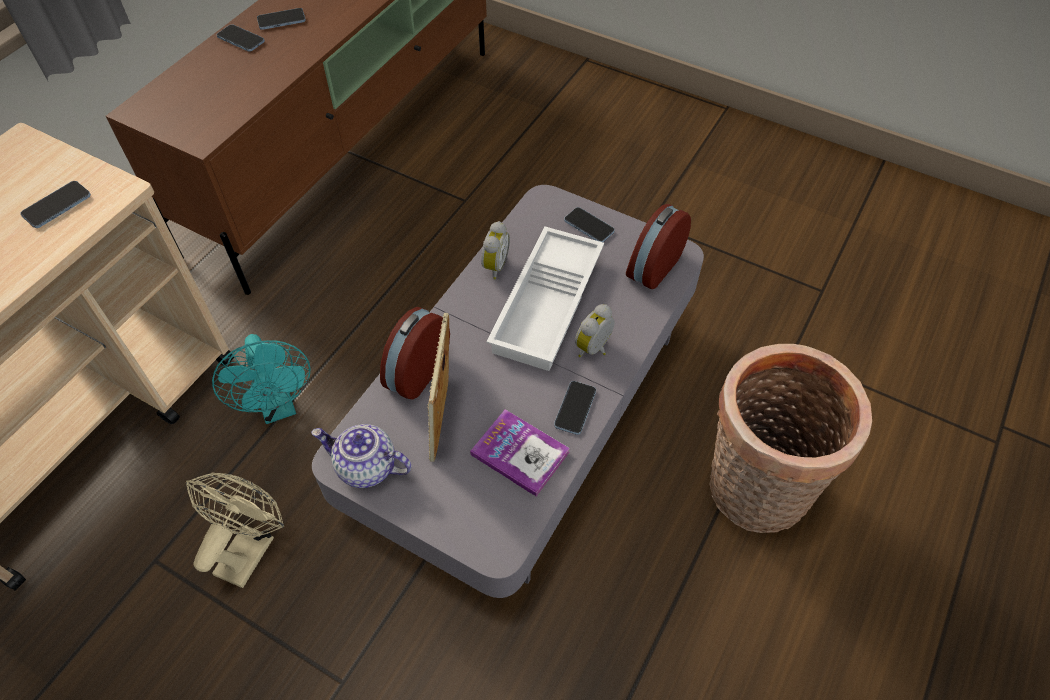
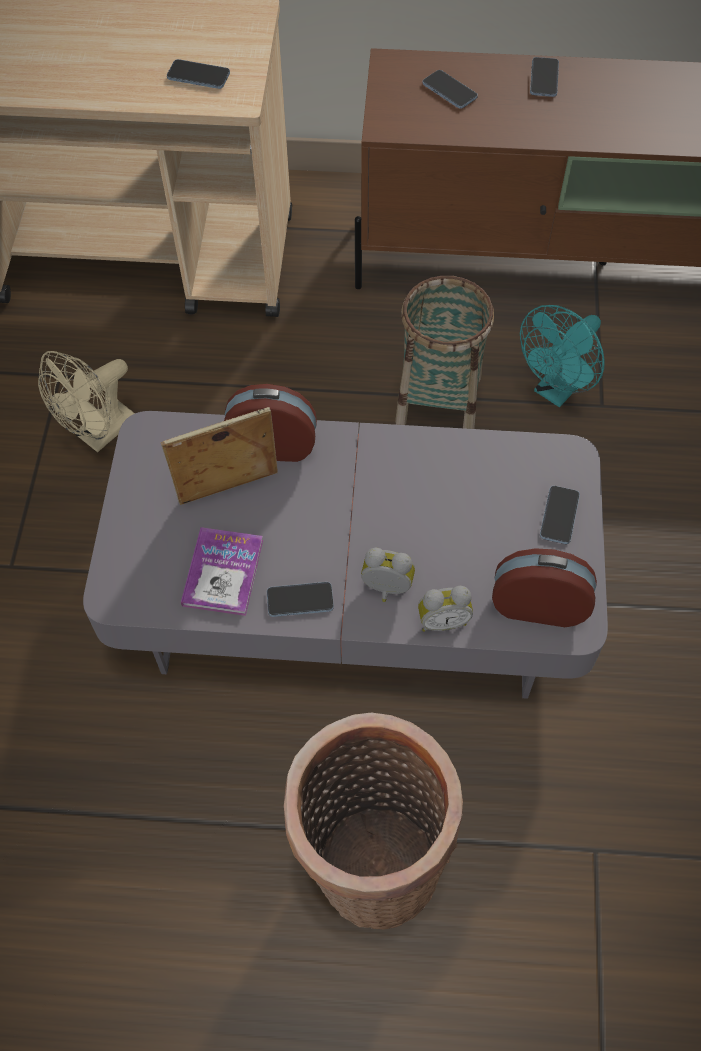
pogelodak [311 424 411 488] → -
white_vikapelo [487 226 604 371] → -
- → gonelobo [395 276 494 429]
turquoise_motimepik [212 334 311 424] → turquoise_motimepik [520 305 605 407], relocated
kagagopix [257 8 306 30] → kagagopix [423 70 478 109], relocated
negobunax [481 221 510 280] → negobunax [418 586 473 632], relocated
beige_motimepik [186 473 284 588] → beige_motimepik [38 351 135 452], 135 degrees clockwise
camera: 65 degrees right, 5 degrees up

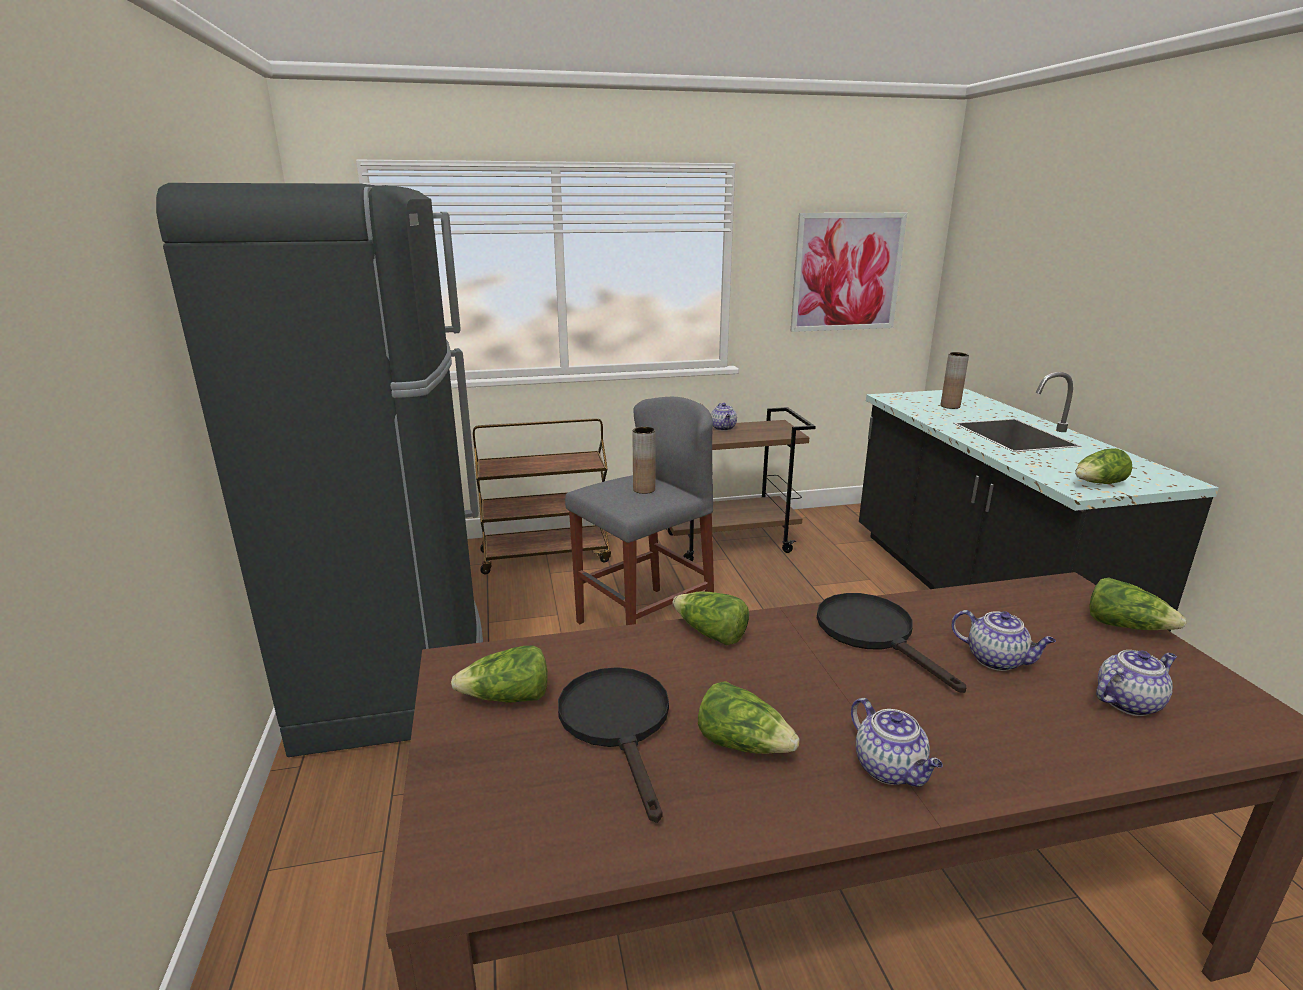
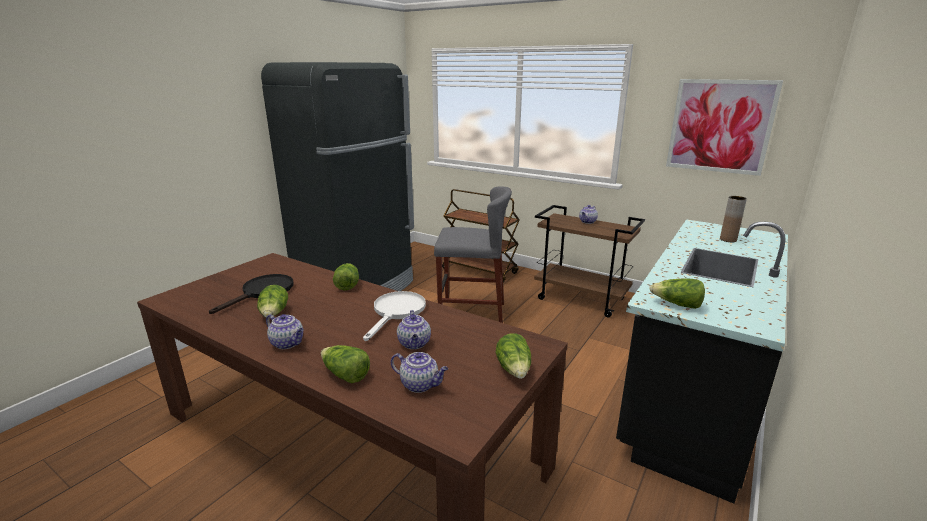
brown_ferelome [632 427 655 494] → -
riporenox [451 646 548 703] → riporenox [321 345 370 383], relocated
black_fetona [817 593 966 693] → white_fetona [363 291 426 341]
pogelodak [851 698 943 787] → pogelodak [266 314 304 349], 75 degrees counterclockwise
camera: 45 degrees right, 0 degrees up

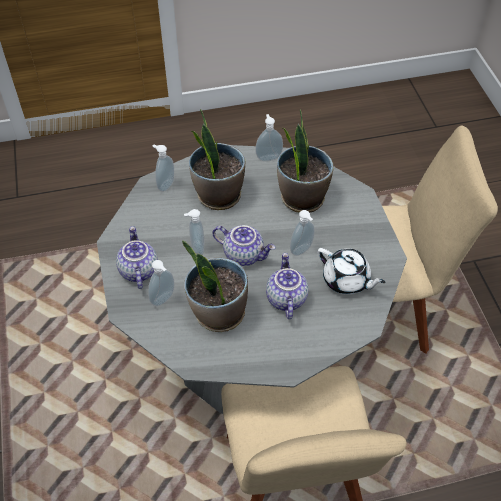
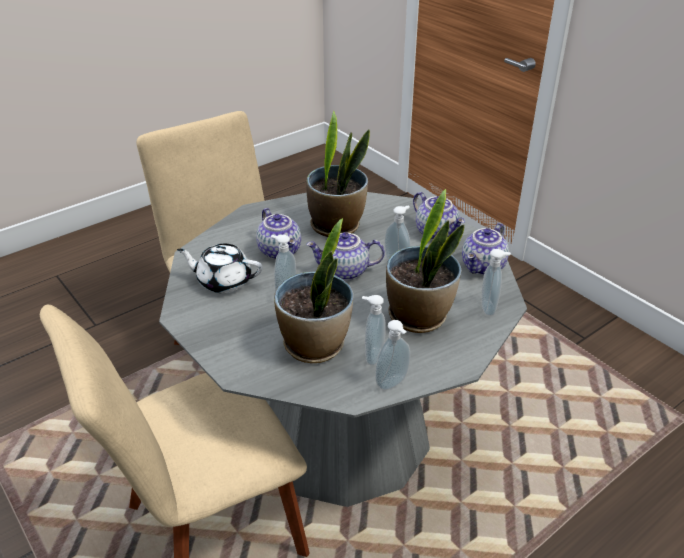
- → pogelodak [462 223 509 276]
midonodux [148 260 175 306] → midonodux [362 295 386 366], relocated
camera: 155 degrees right, 15 degrees down

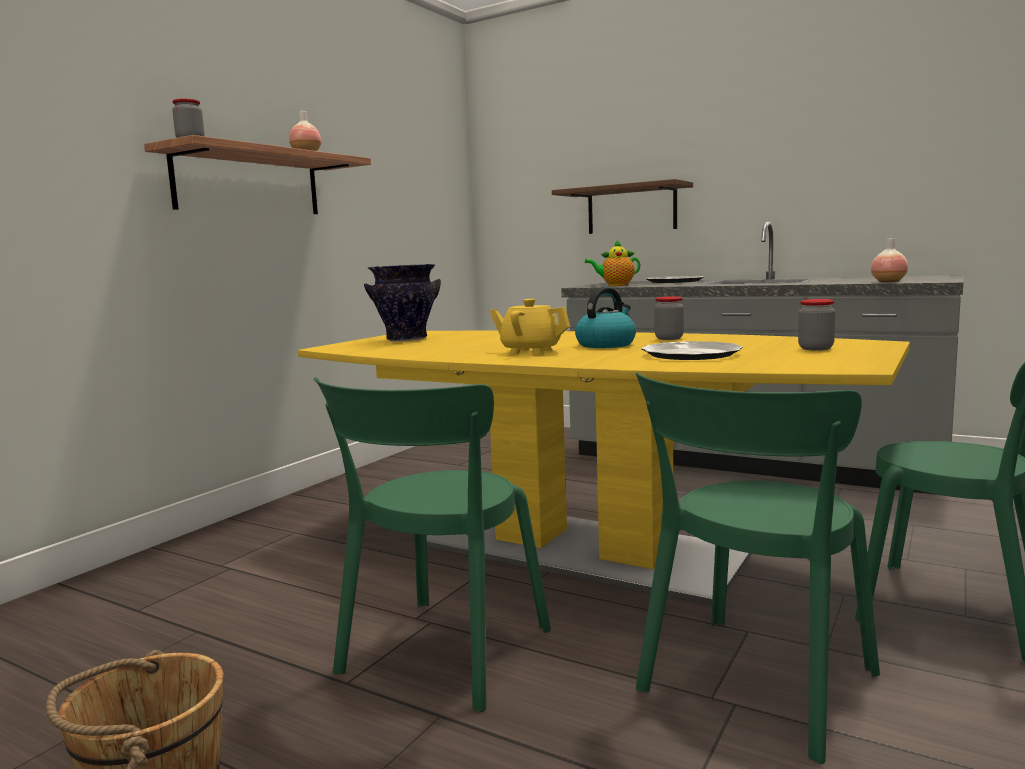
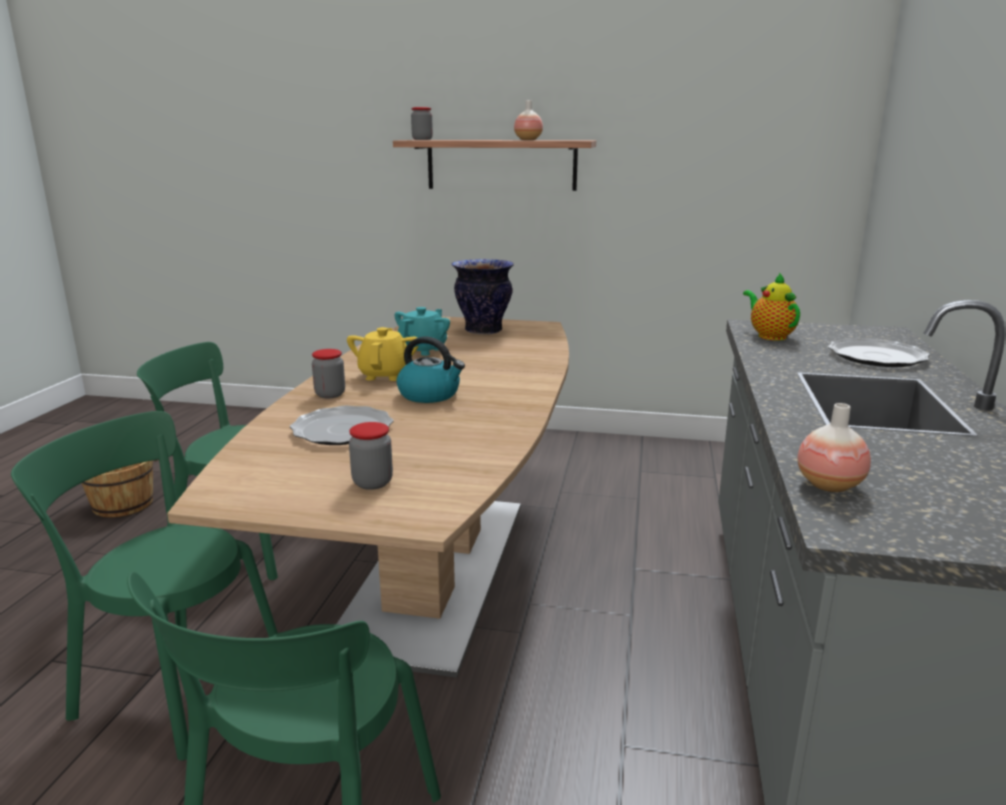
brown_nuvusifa [552 179 693 234] → -
- → turquoise_pogelodak [395 307 450 356]
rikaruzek [654 296 684 340] → rikaruzek [312 349 345 398], relocated
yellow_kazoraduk [298 331 910 605] → brown_kazoraduk [167 316 569 678]
camera: 70 degrees right, 10 degrees up

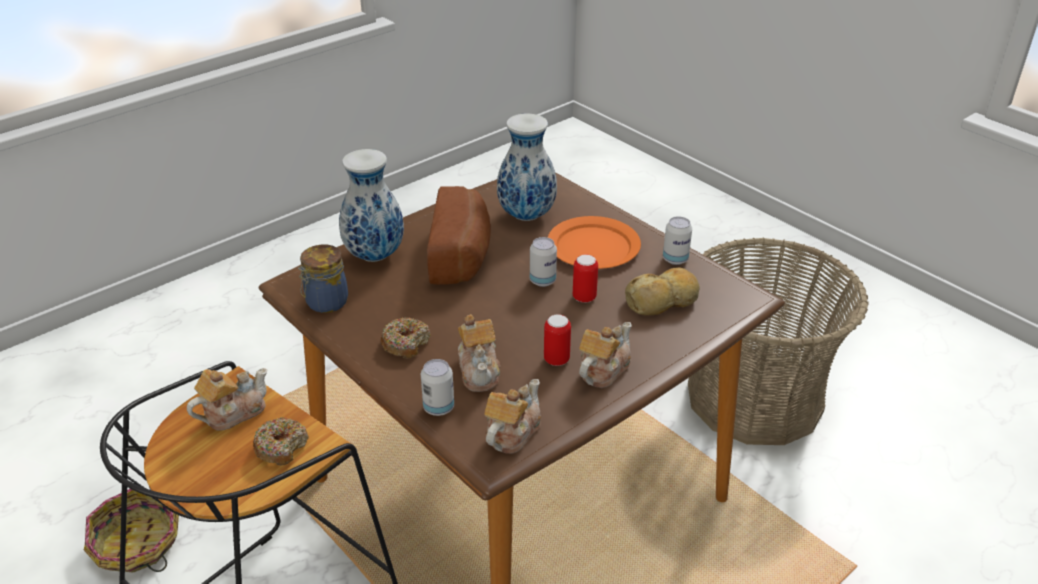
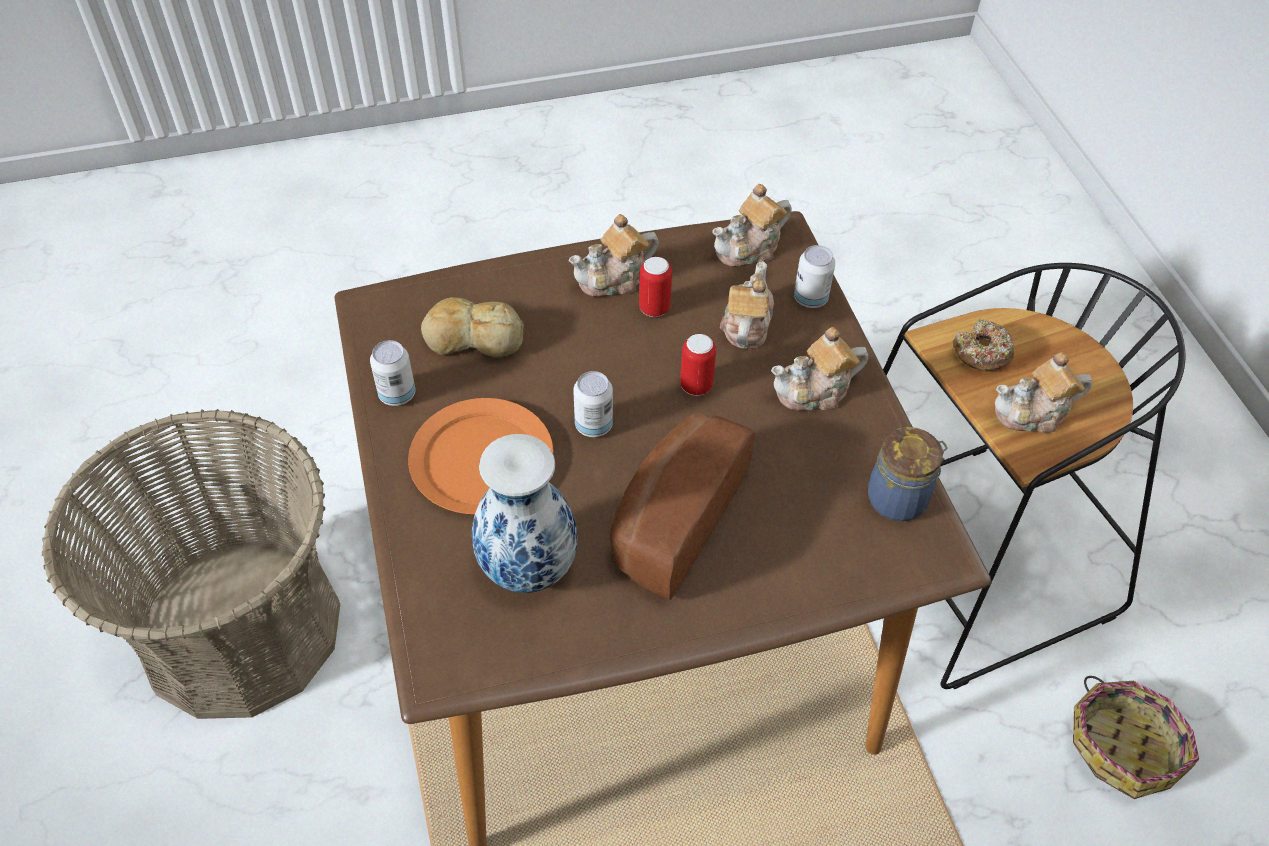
ferelome [339 149 404 262] → -
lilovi [573 254 598 303] → lilovi [680 334 716 396], relocated
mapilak [381 317 431 359] → pogelodak [771 327 868 411]
camera: 155 degrees left, 15 degrees up

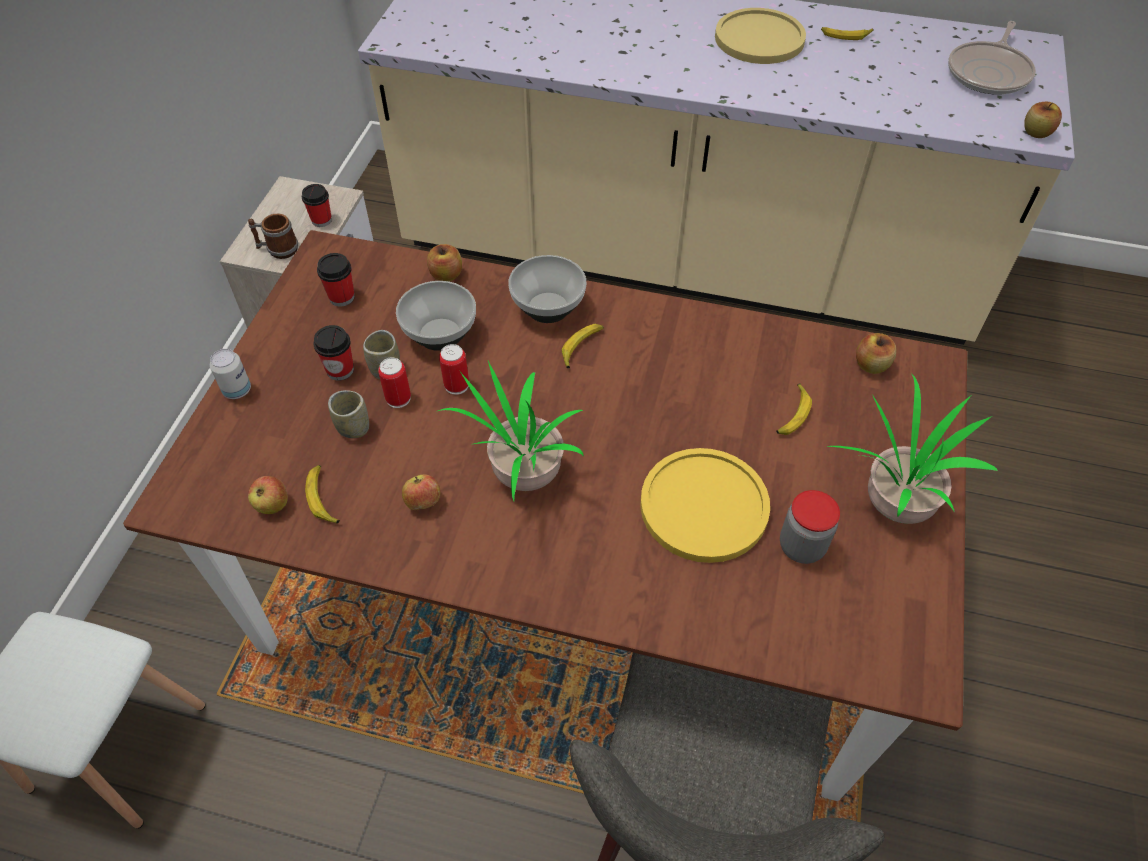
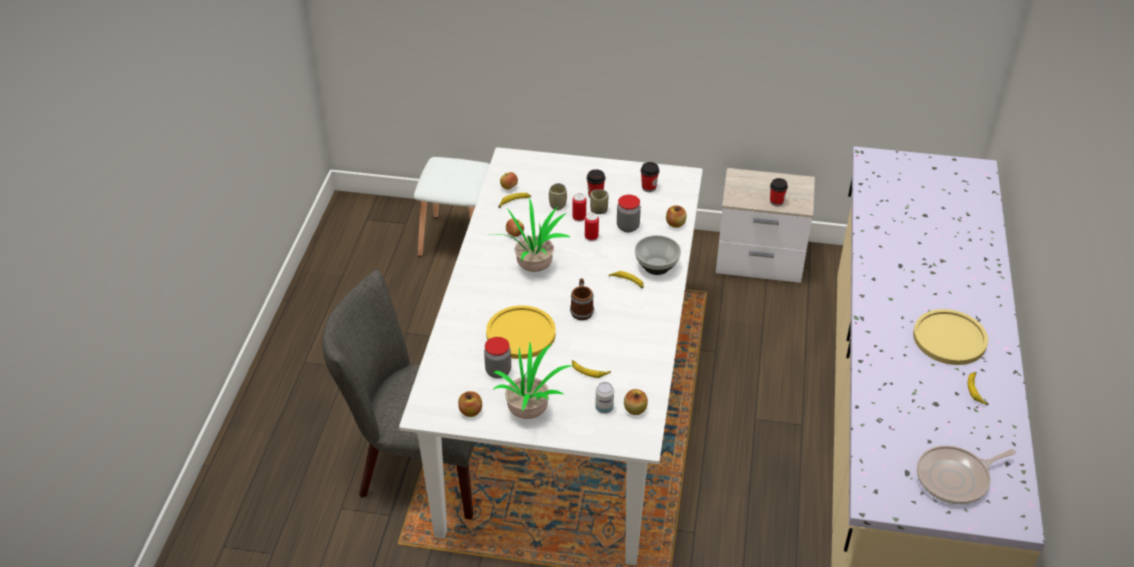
lilovi [210 349 251 399] → lilovi [595 382 614 414], relocated
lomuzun [248 213 298 259] → lomuzun [570 278 594 320], relocated
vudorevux [1024 102 1062 138] → vudorevux [458 391 482 417], relocated
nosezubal [396 281 476 351] → rikaruzek [617 195 641 232]
brown_kazoraduk [123 230 967 801] → white_kazoraduk [399 147 703 566]
fetona [948 21 1036 95] → fetona [917 445 1016 505], 45 degrees counterclockwise
camera: 85 degrees right, 10 degrees down

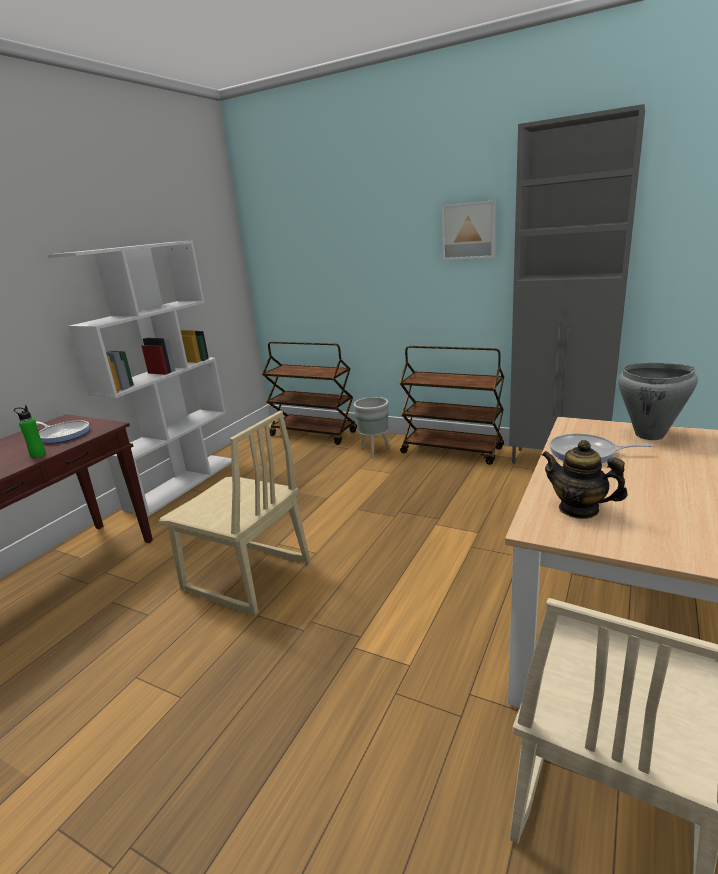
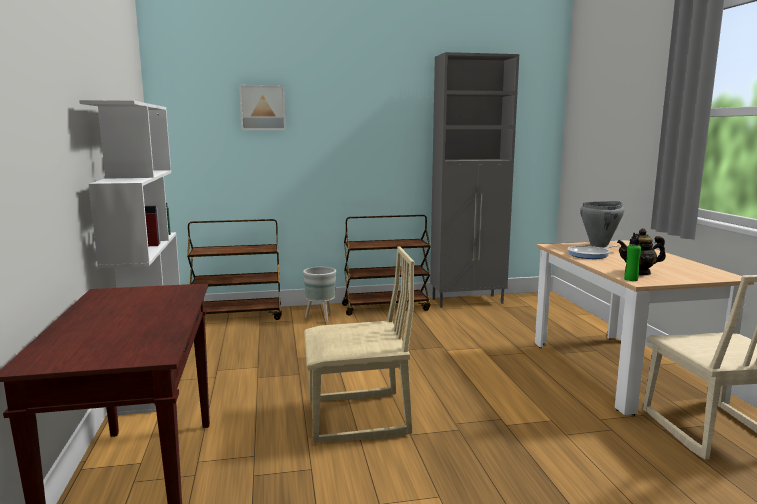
fetona [36 421 89 443] → -
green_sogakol [14 405 46 458] → green_sogakol [624 233 641 281], relocated
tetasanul [442 200 496 260] → tetasanul [239 85 286 130], relocated
camera: 40 degrees left, 10 degrees down

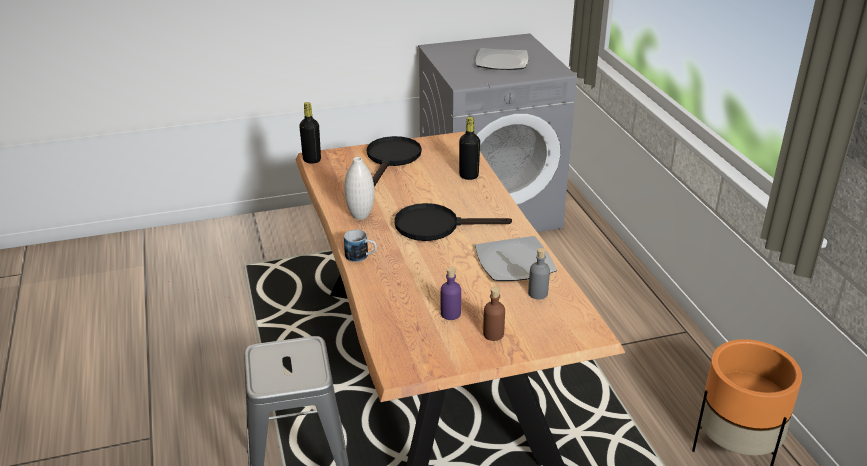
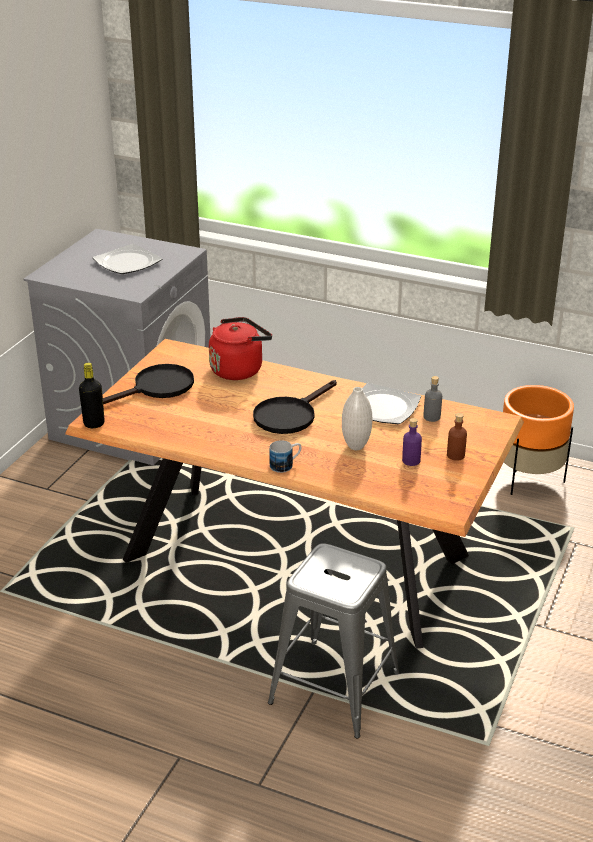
white_ferelome [344 157 374 220] → white_ferelome [342 387 372 450], relocated
black_sogakol [459 117 480 180] → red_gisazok [209 317 272 380]
black_fetona [367 136 422 187] → black_fetona [103 364 194 404], 90 degrees clockwise
camera: 50 degrees left, 0 degrees up

